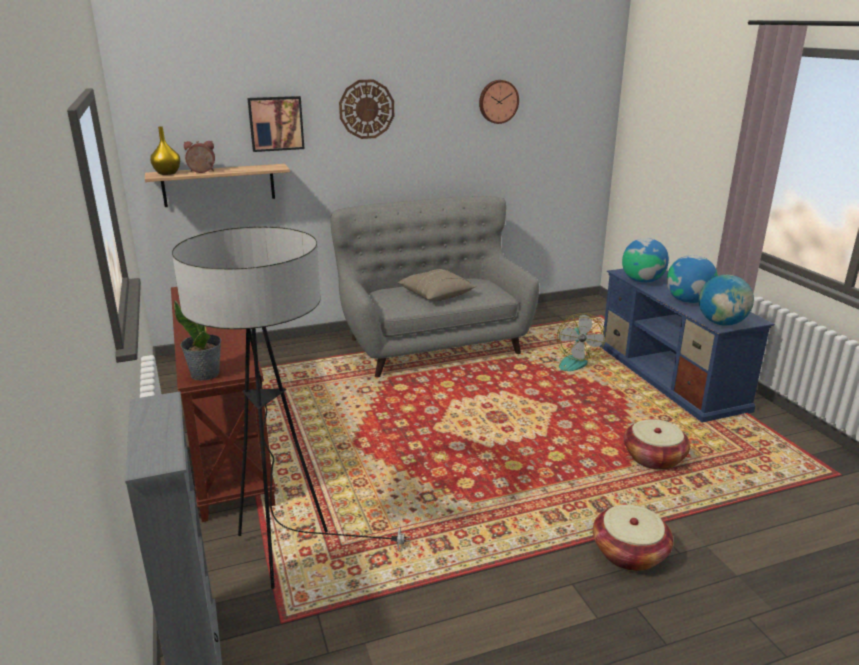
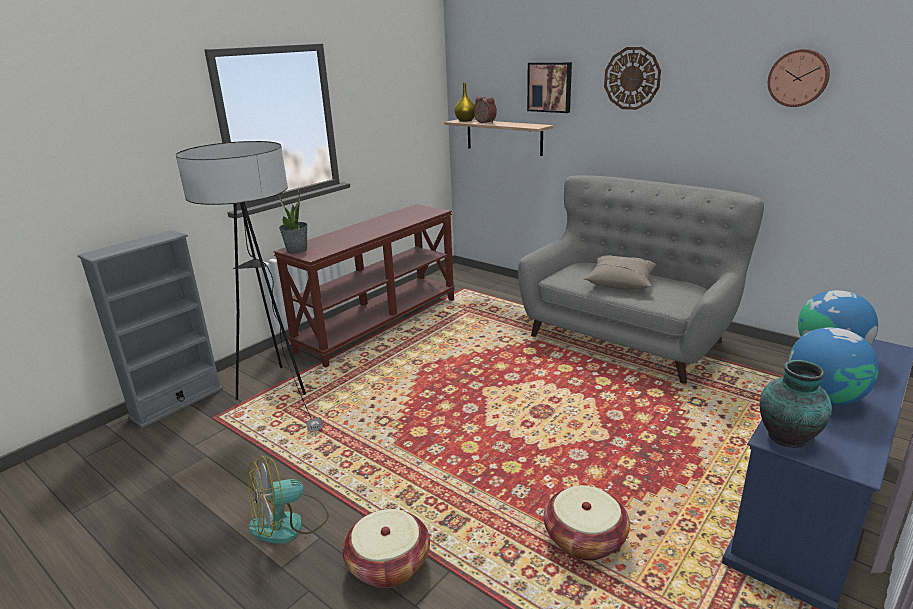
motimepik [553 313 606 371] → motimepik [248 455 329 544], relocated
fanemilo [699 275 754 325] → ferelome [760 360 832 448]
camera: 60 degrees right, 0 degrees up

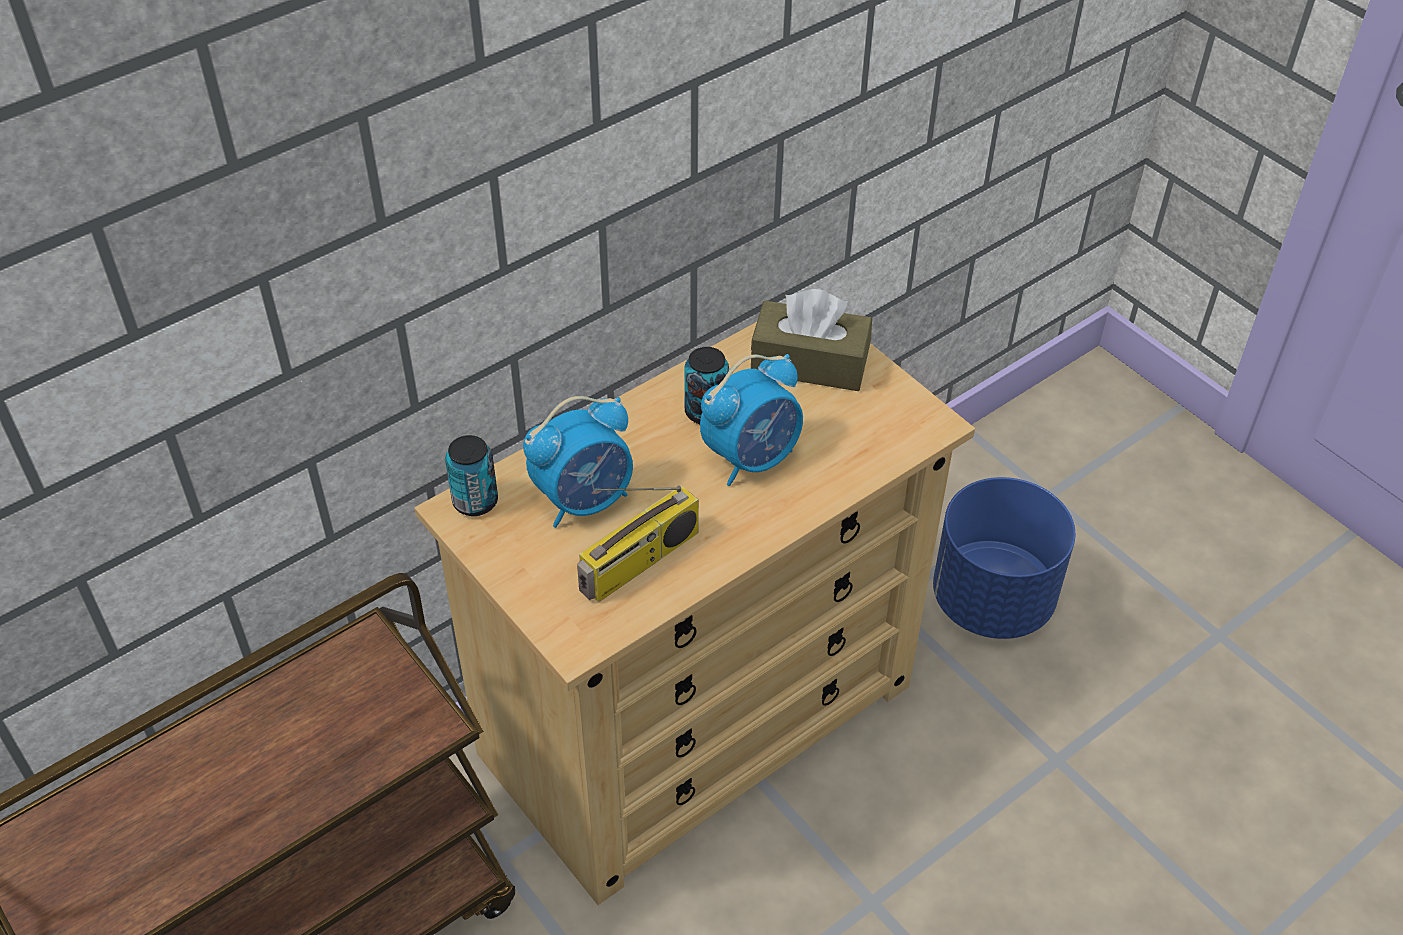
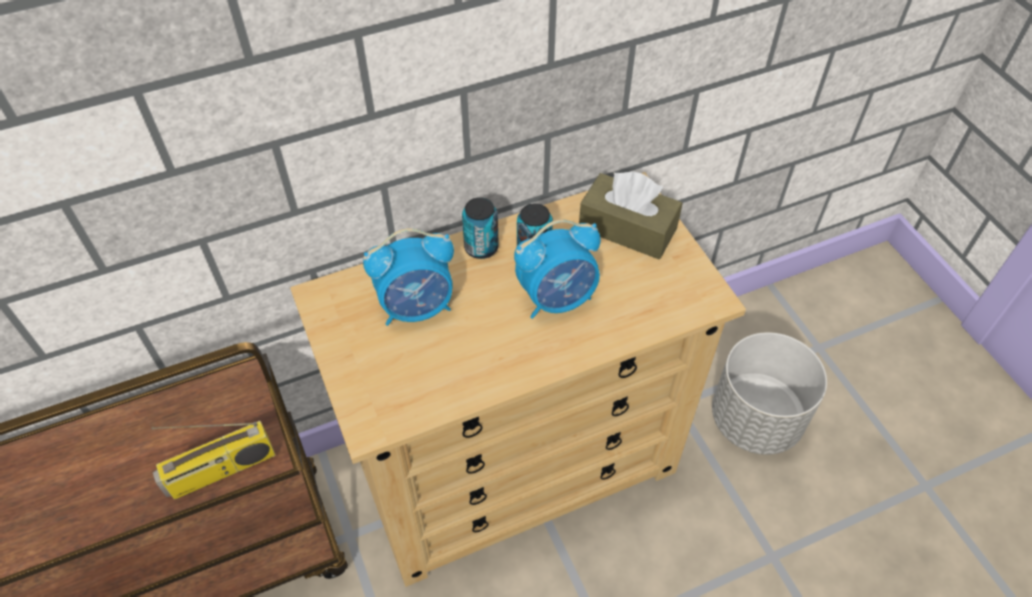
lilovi [445 435 498 516] → lilovi [462 197 499 259], relocated
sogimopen [577 485 699 602] → sogimopen [152 421 276 500], relocated
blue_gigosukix [933 477 1075 639] → grey_gigosukix [712 332 827 455]
camera: 15 degrees right, 5 degrees up

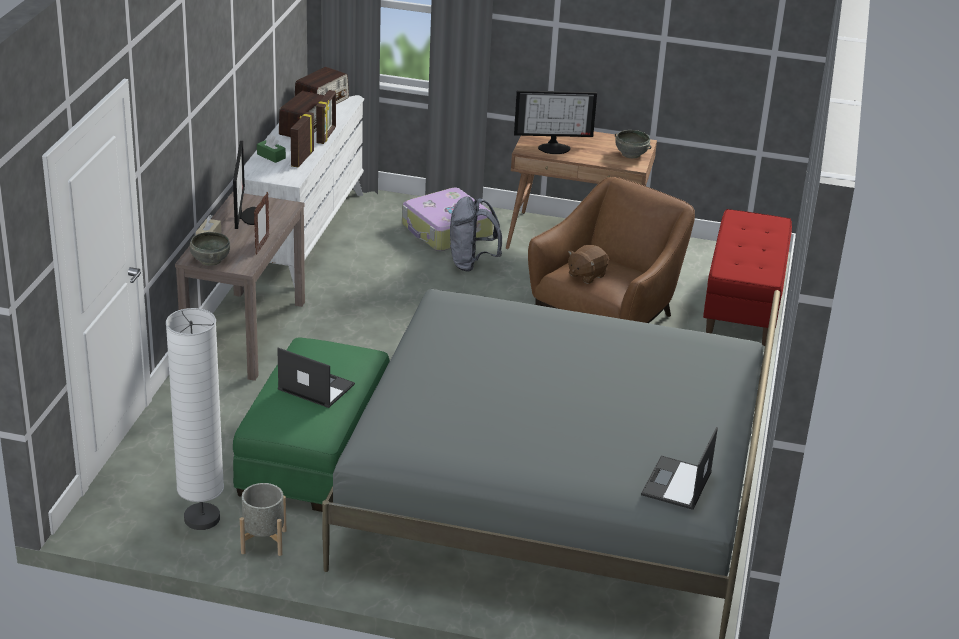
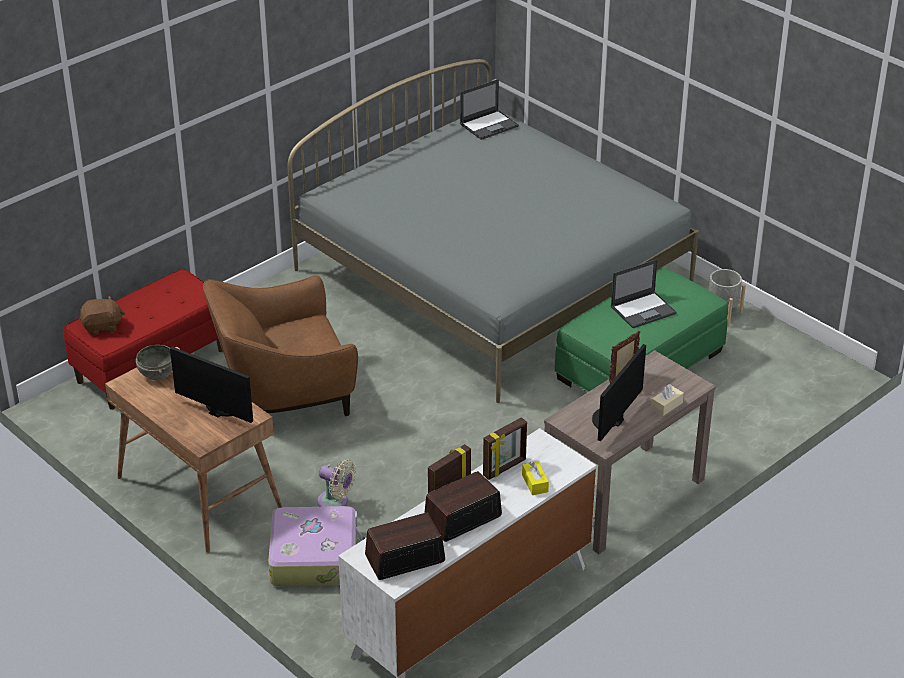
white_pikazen [166 308 224 530] → -
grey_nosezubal [190 232 230 266] → -
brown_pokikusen [568 245 609 284] → brown_pokikusen [79 296 125 335], relocated
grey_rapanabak [450 197 502 272] → beige_motimepik [317 459 356 507]
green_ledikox [257 135 286 163] → yellow_ledikox [522 462 549 495]
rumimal [277 348 355 408] → rumimal [611 259 677 328], 90 degrees counterclockwise
camera: 145 degrees left, 5 degrees up

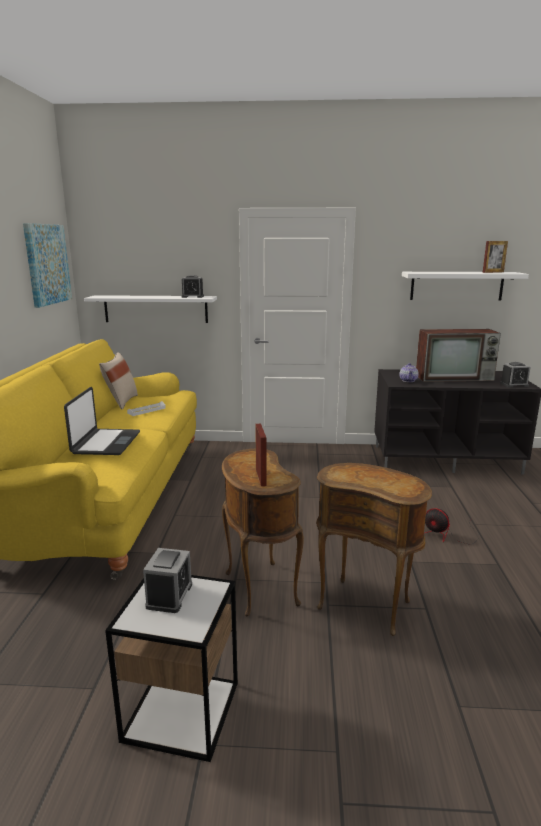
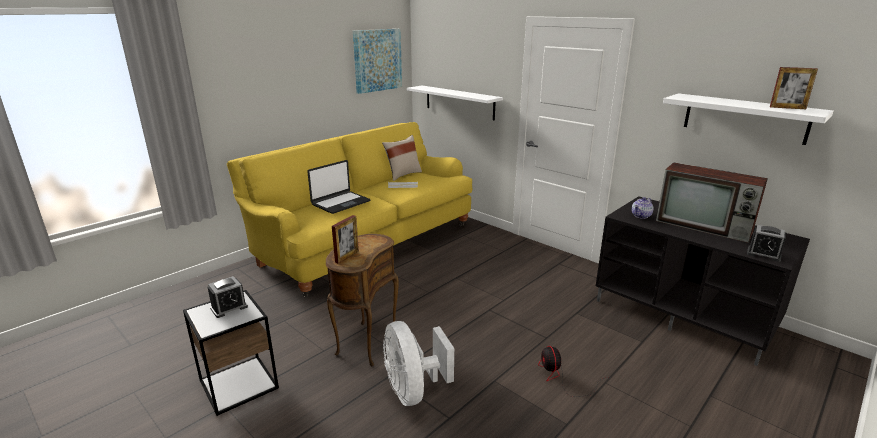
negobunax [181 275 204 298] → -
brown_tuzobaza [316 463 432 636] → white_motimepik [383 321 454 406]
camera: 40 degrees right, 5 degrees up

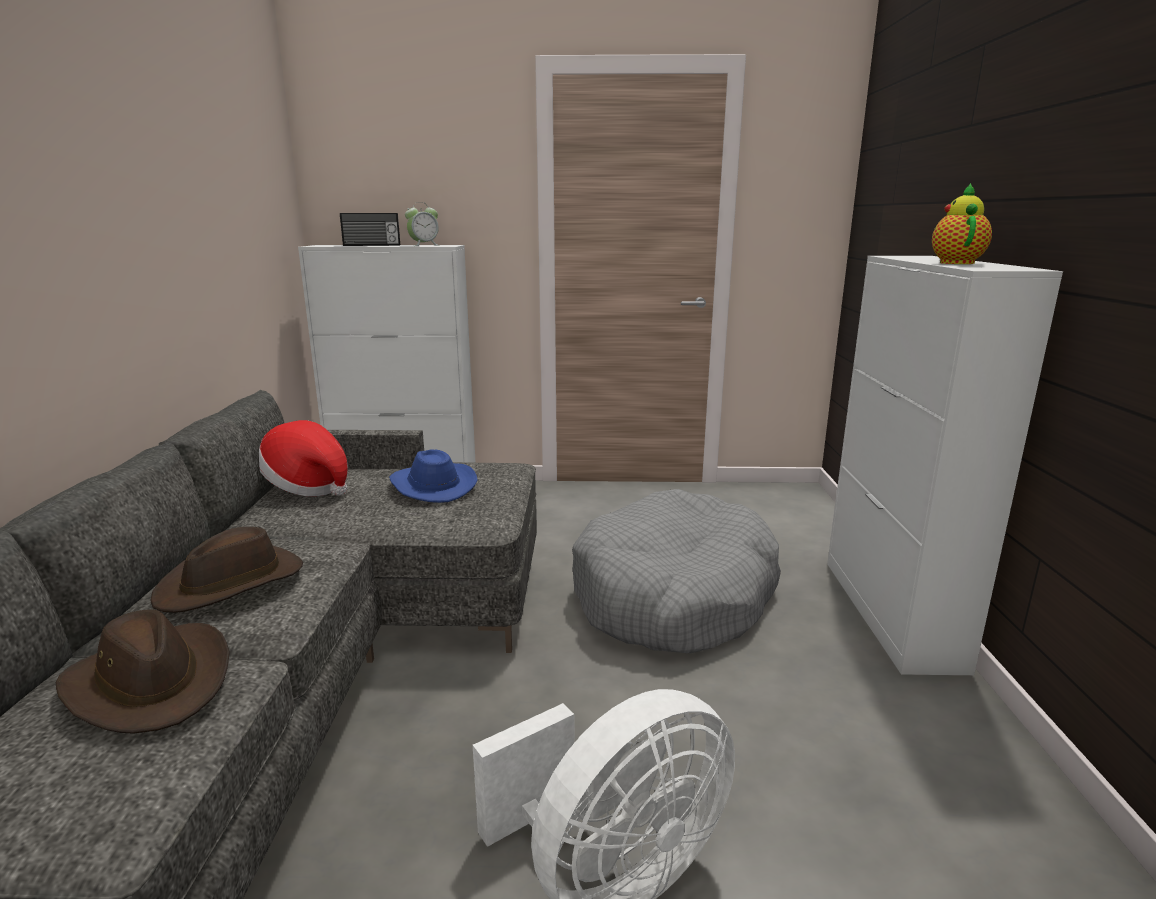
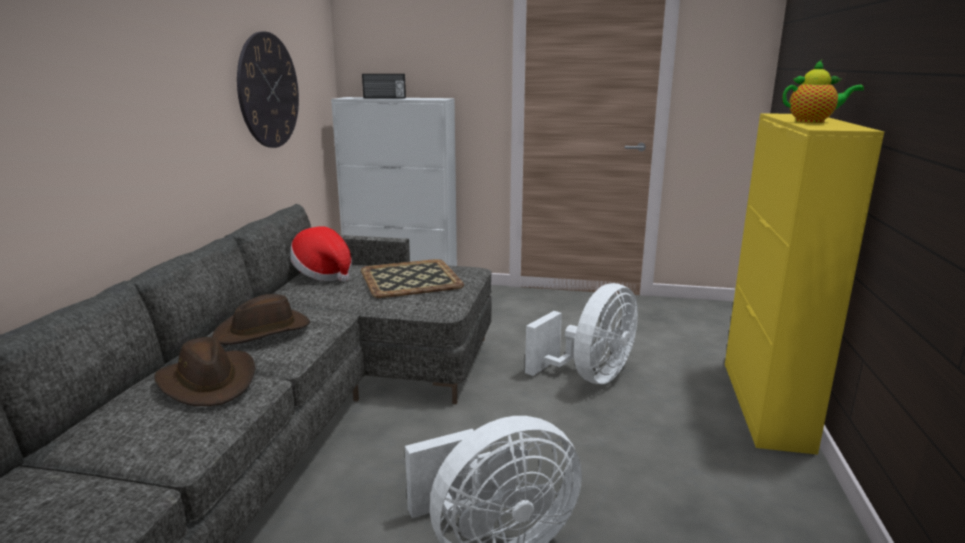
negobunax [405 202 440 246] → -
- → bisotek [237 32 299 148]
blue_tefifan [389 449 478 503] → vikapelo [361 259 464 298]
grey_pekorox [572 489 781 653] → white_motimepik [525 283 638 384]
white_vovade [827 256 1063 675] → yellow_vovade [725 113 884 455]
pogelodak [932 183 992 264] → pogelodak [782 60 864 123], 75 degrees clockwise
camera: 10 degrees right, 0 degrees up

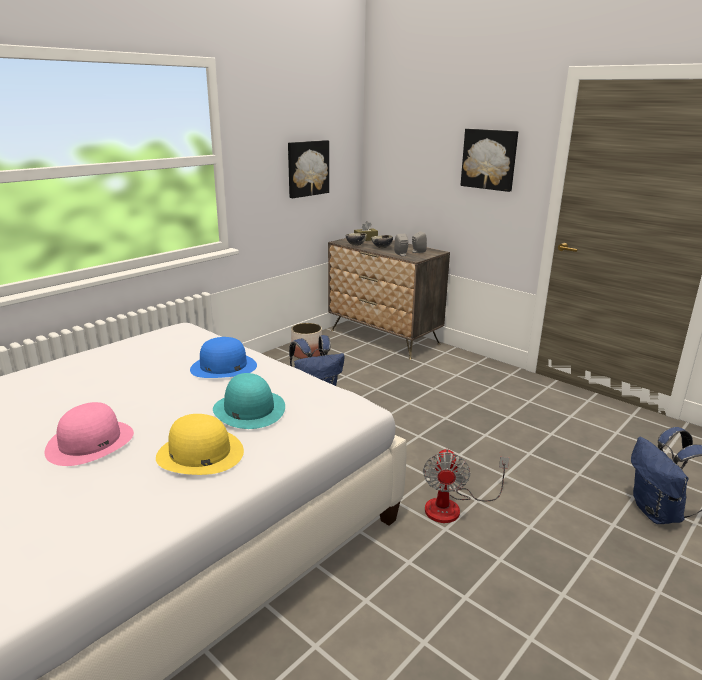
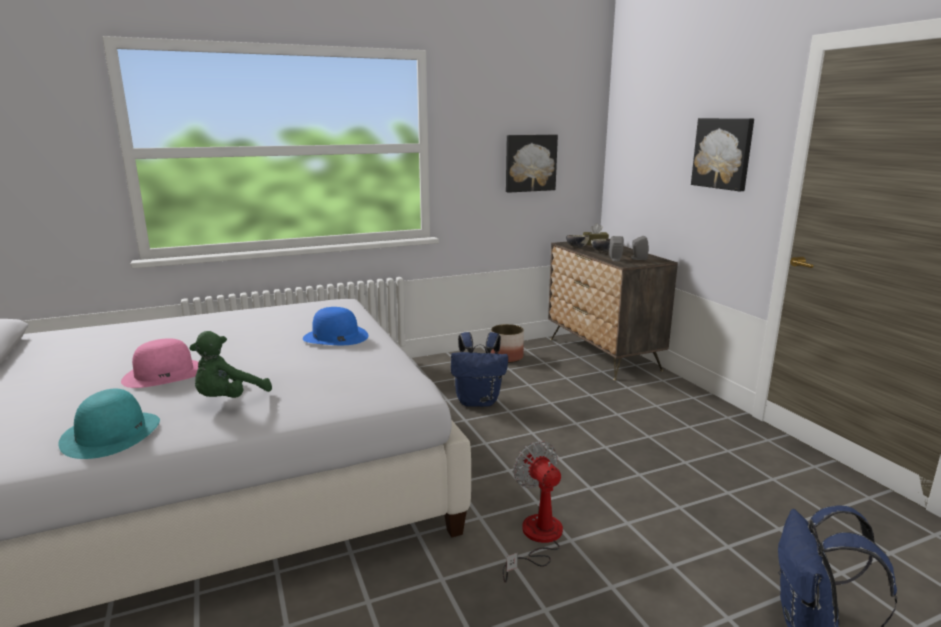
turquoise_tefifan [213 373 285 429] → turquoise_tefifan [59 389 160 459], relocated
yellow_tefifan [156 414 244 475] → green_pokikusen [189 331 272 398]
motimepik [423 448 509 523] → motimepik [502 441 563 583], 120 degrees clockwise
camera: 25 degrees right, 5 degrees down

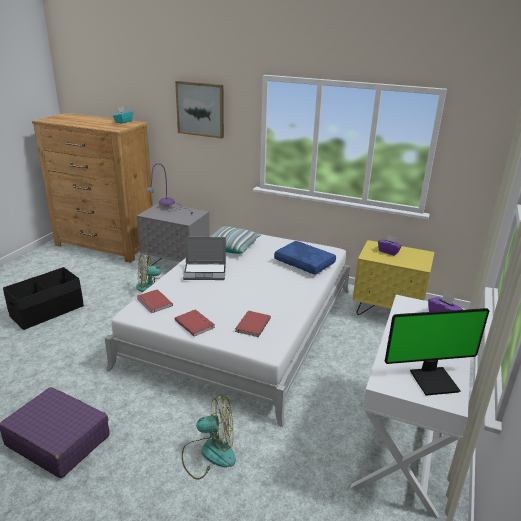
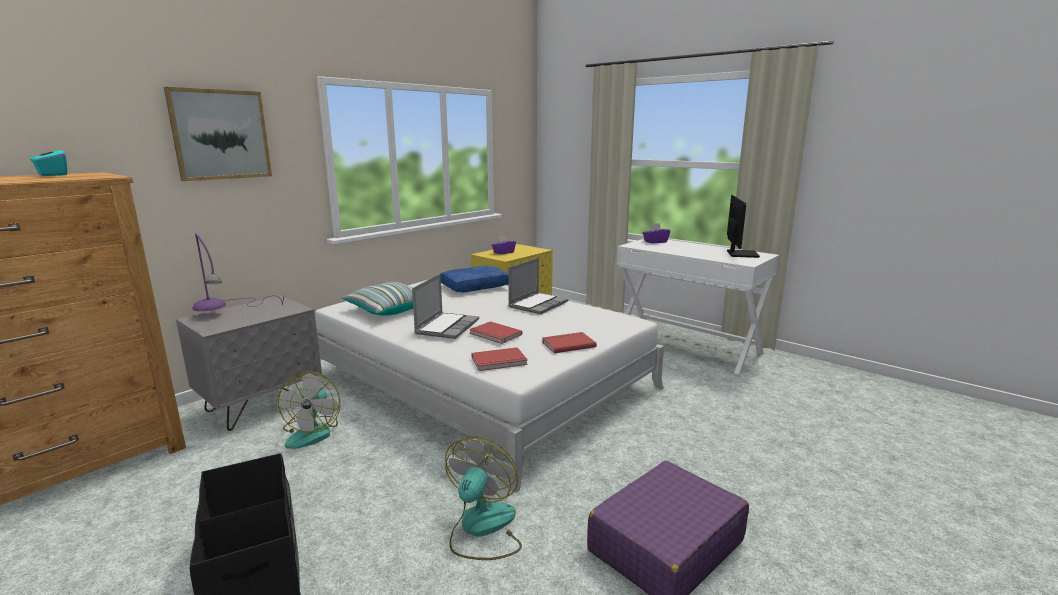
- → rumimal [509 258 569 314]
motimepik [182 395 236 480] → motimepik [445 437 522 560], relocated
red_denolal [235 311 271 337] → red_denolal [469 321 523 344], relocated
camera: 70 degrees left, 10 degrees down

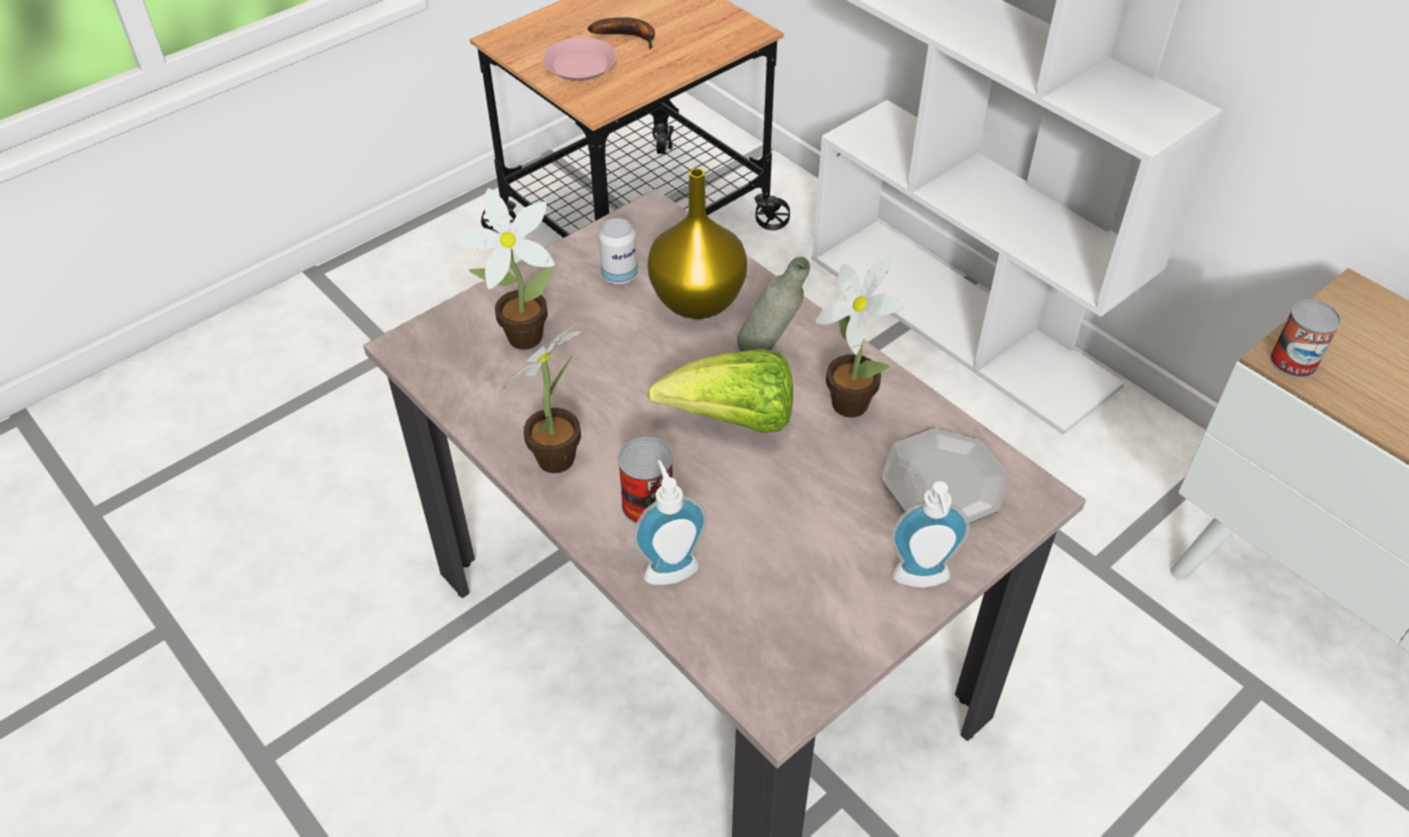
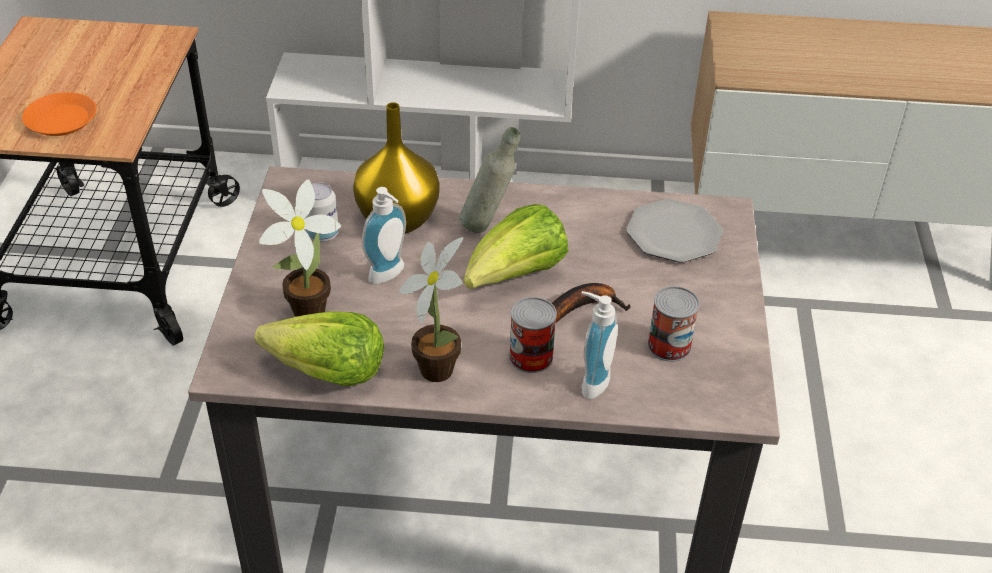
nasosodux [815 256 903 418] → -
- → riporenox [254 311 384 387]
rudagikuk [588 17 655 49] → rudagikuk [552 283 631 323], relocated
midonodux [891 481 970 588] → midonodux [362 187 406 284], relocated
lilovi [1270 299 1341 378] → lilovi [647 286 700 362], relocated
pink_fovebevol [543 37 616 81] → orange_fovebevol [22 92 97 136]
camera: 45 degrees left, 5 degrees down

